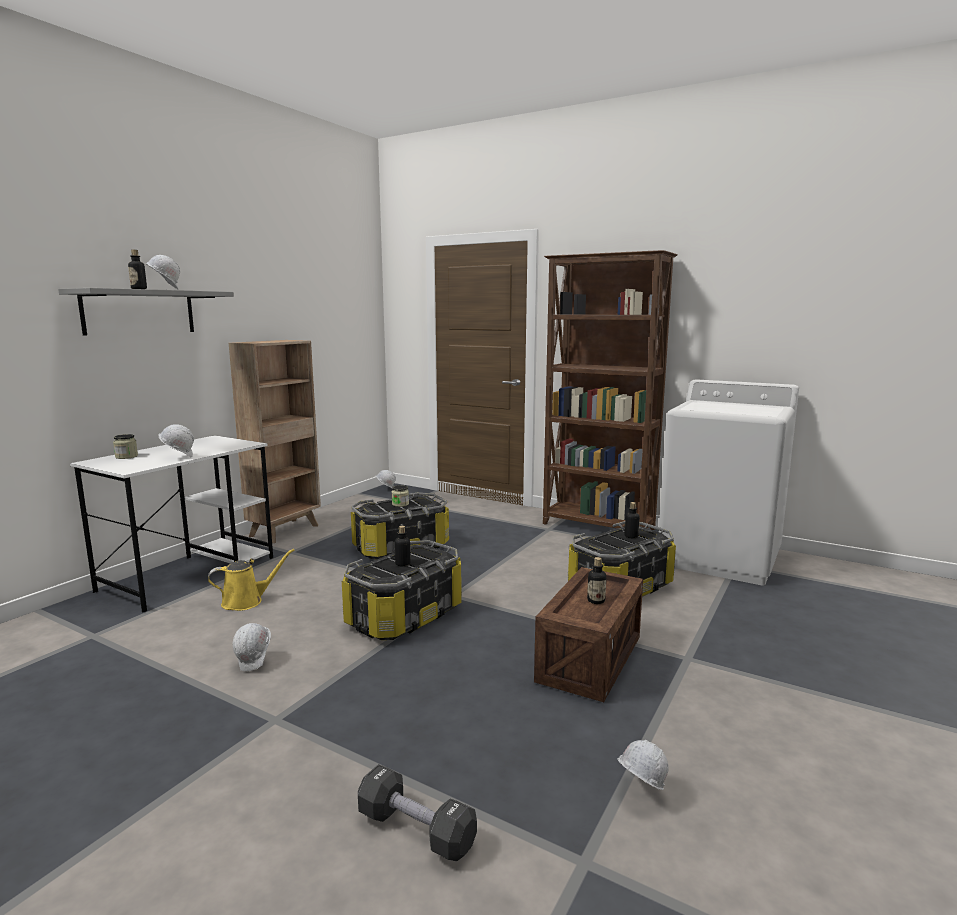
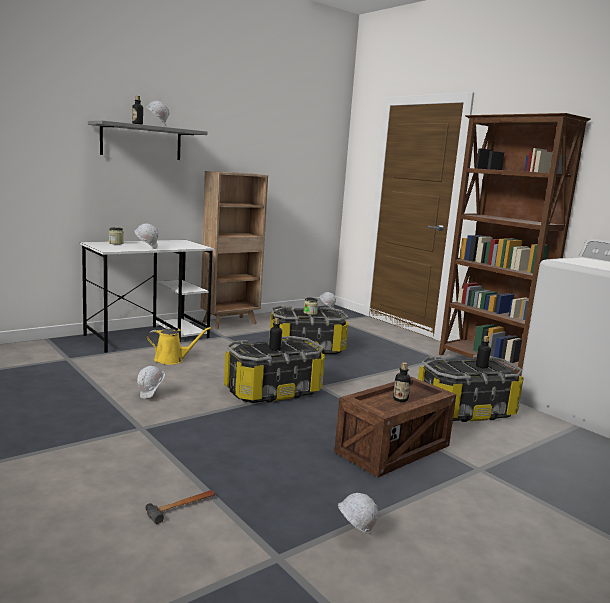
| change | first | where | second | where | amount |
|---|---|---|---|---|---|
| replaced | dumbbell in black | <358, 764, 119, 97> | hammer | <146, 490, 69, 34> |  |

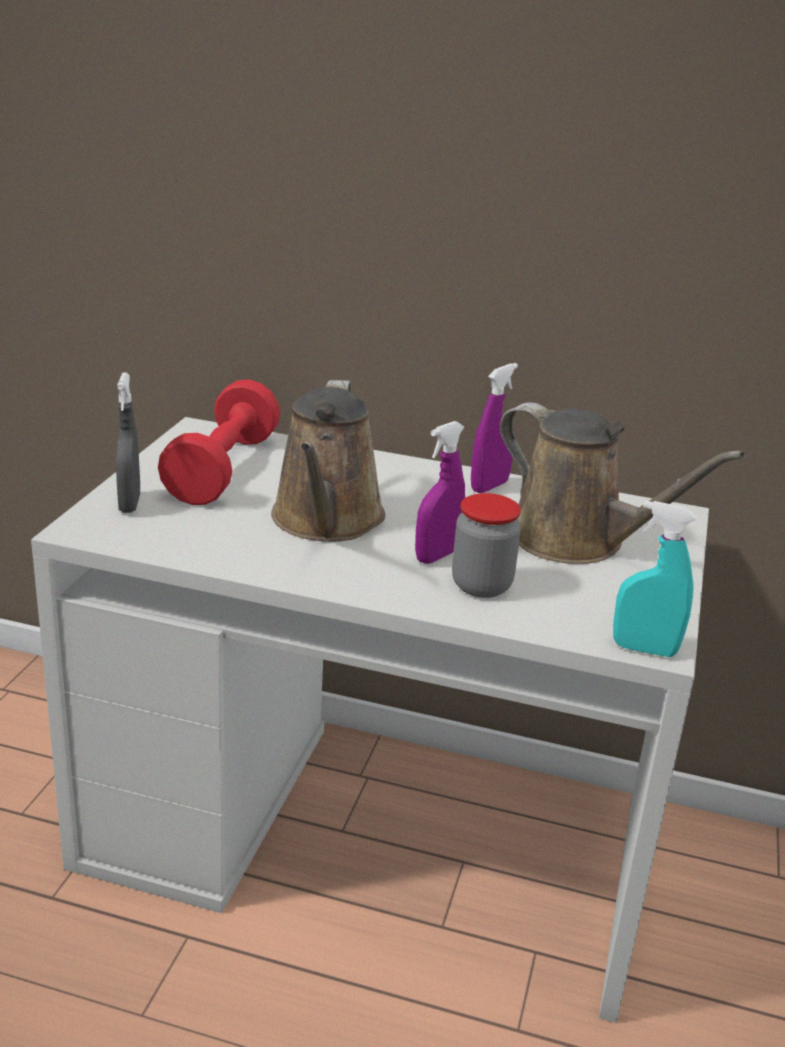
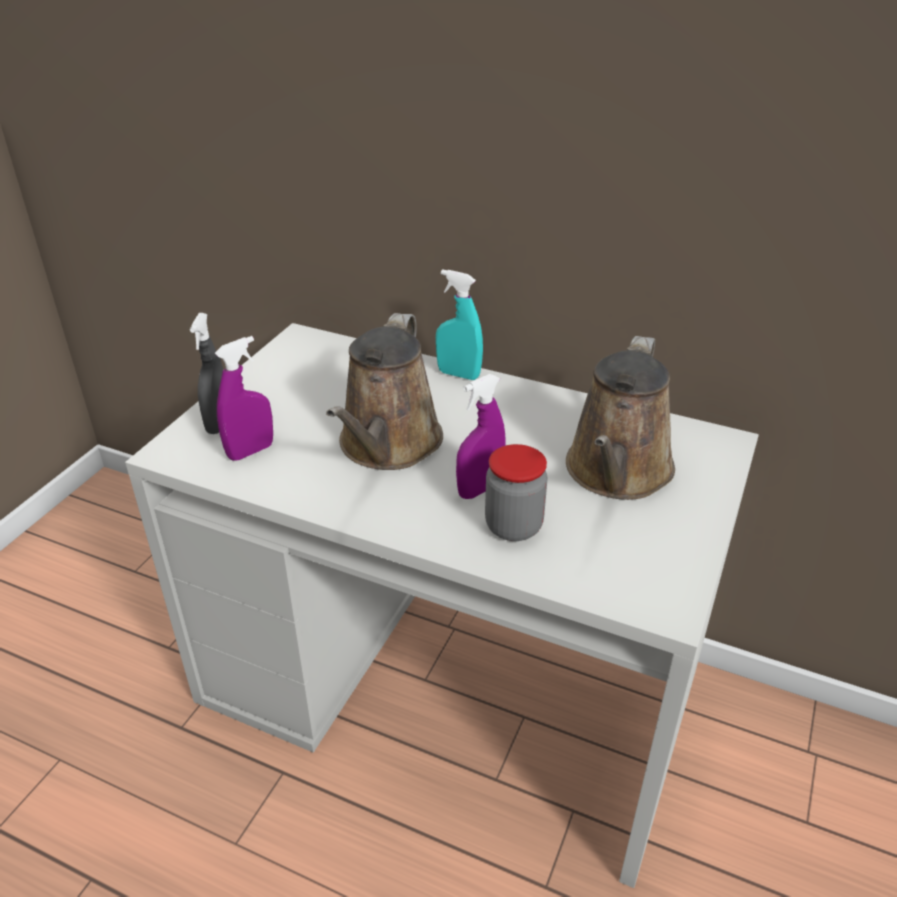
| change | first | where | second | where | amount |
|---|---|---|---|---|---|
| moved | spray bottle in purple | <471, 363, 47, 130> |  | <215, 336, 58, 125> |  |
| moved | spray bottle in turquoise | <613, 501, 83, 156> |  | <436, 269, 47, 111> |  |
| turned | watering can in brown | <500, 402, 245, 162> |  | <566, 336, 109, 164> | 60 degrees clockwise |
| removed | dumbbell in red | <158, 379, 122, 126> |  |  |  |

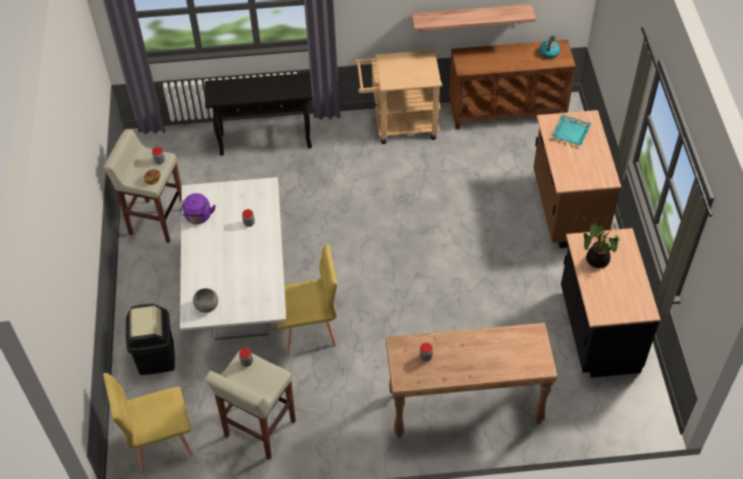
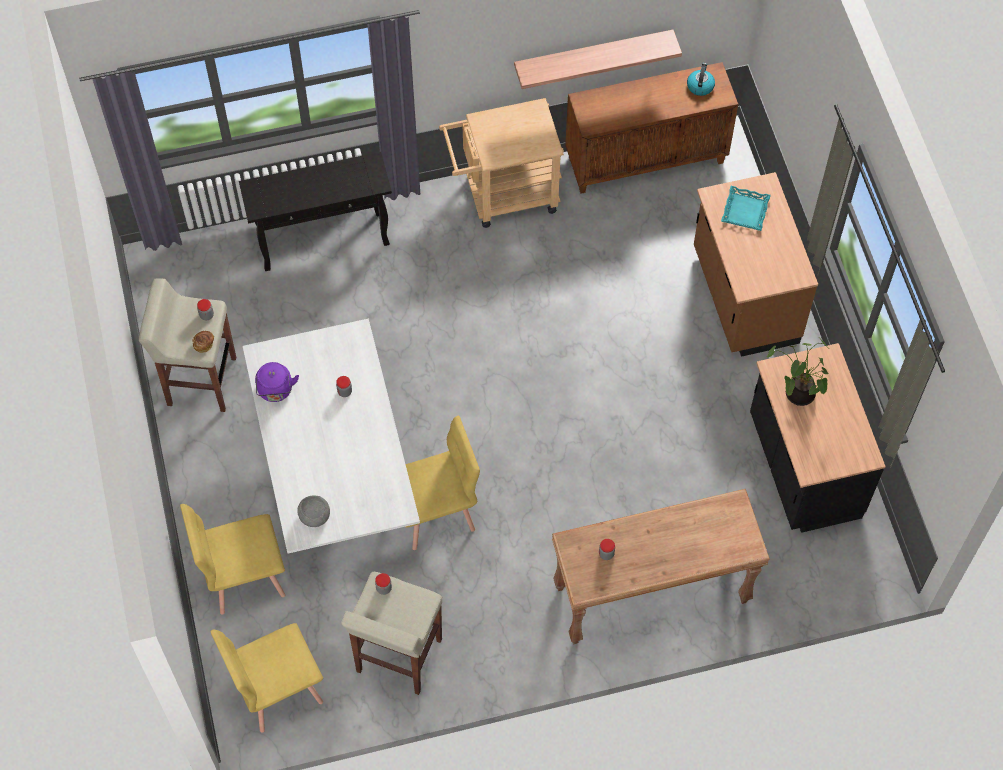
| change | first | where | second | where | amount |
|---|---|---|---|---|---|
| replaced | trash can in black | <126, 304, 49, 71> | chair in yellow | <180, 504, 105, 111> |  |

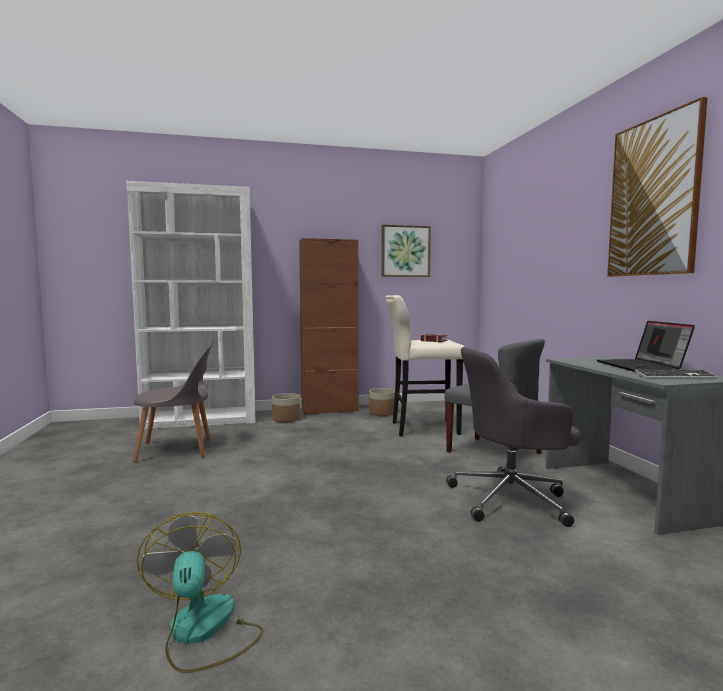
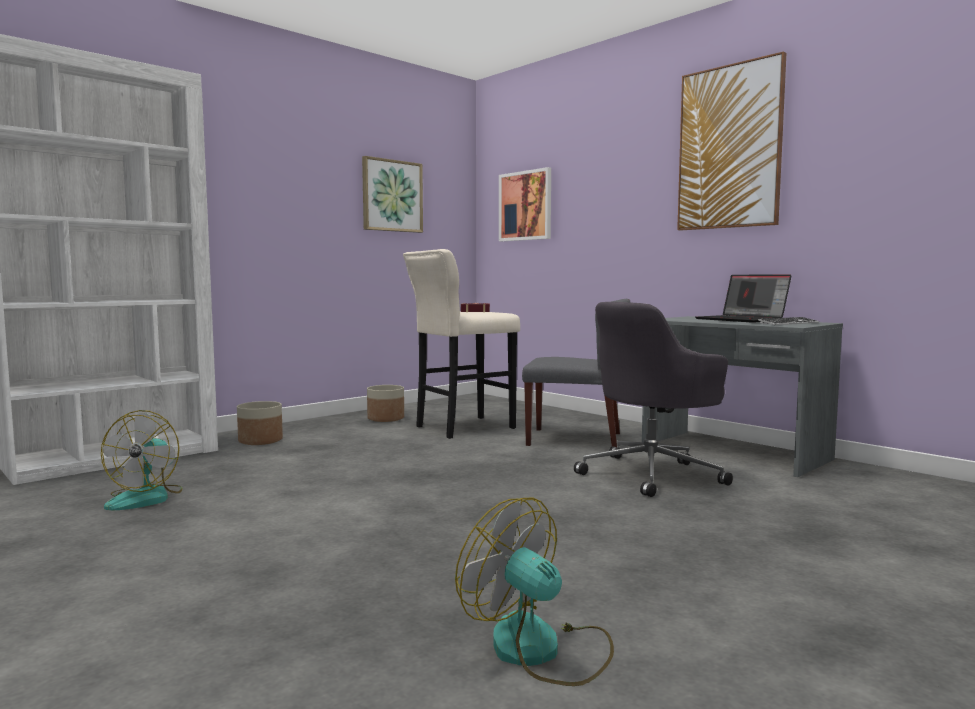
| change | first | where | second | where | amount |
|---|---|---|---|---|---|
| replaced | chair in grey | <133, 341, 82, 122> | fan | <101, 410, 81, 100> |  |
| added |  |  | picture | <499, 167, 52, 74> |  |
| removed | cabinet in brown | <299, 238, 59, 177> |  |  |  |

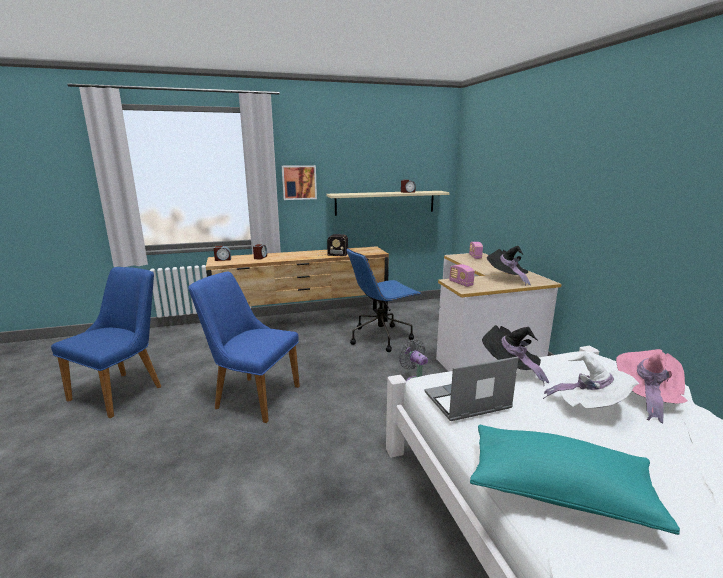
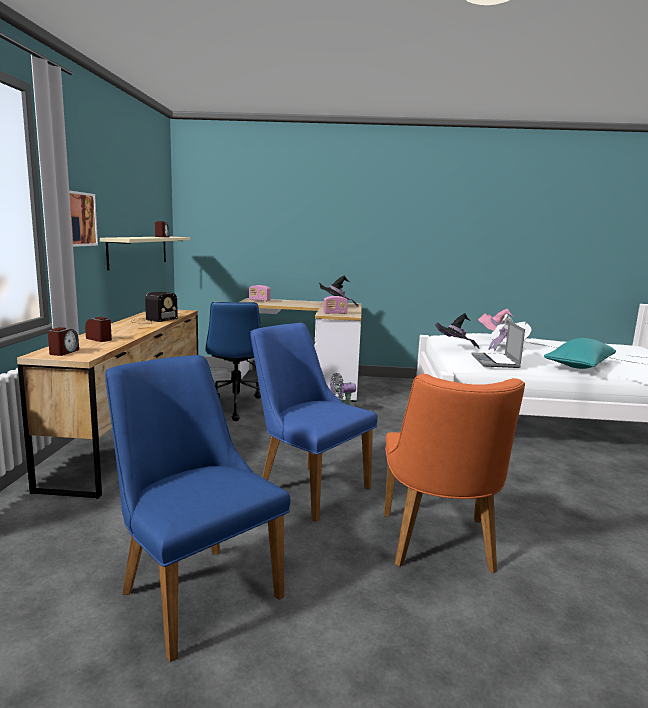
| change | first | where | second | where | amount |
|---|---|---|---|---|---|
| turned | chair in blue | <188, 272, 112, 151> |  | <250, 323, 128, 199> | 90 degrees clockwise |
| added |  |  | chair in orange | <384, 374, 141, 199> |  |

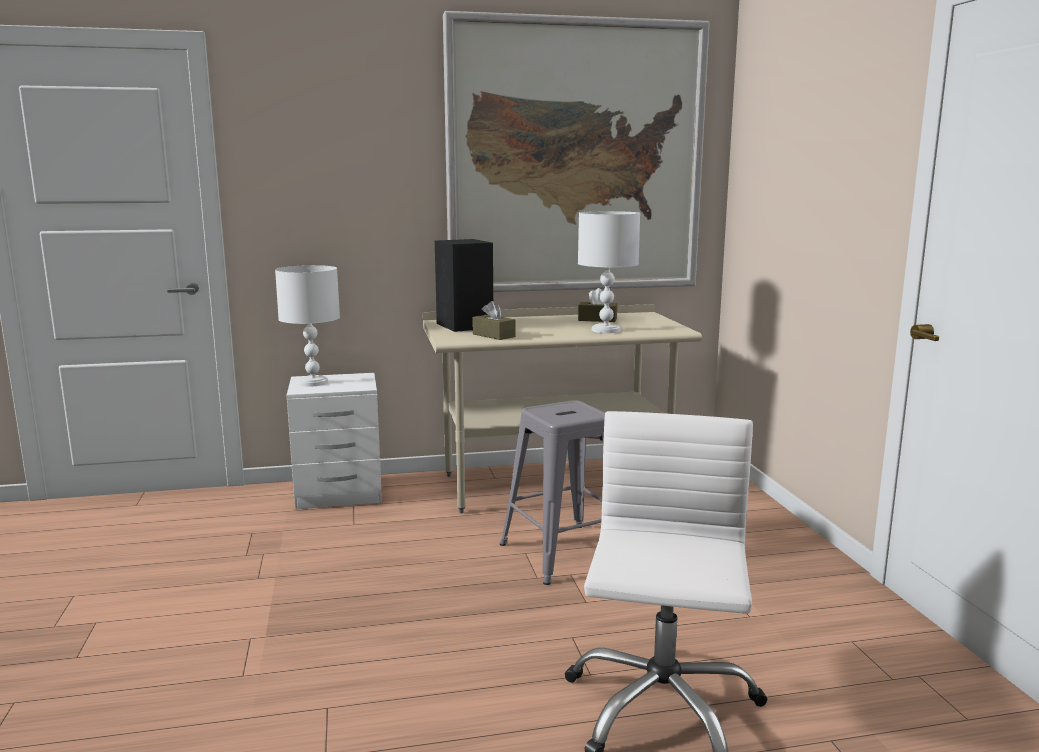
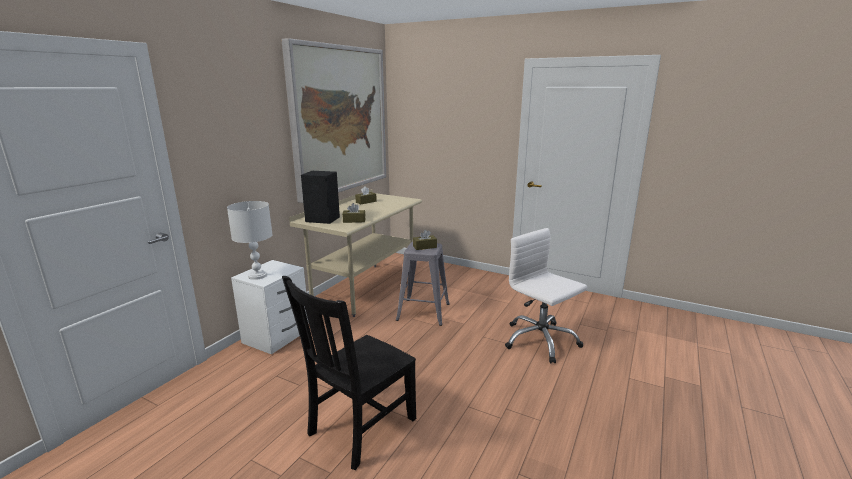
| change | first | where | second | where | amount |
|---|---|---|---|---|---|
| added |  |  | chair in black | <282, 276, 134, 194> |  |
| added |  |  | tissue box in brown | <413, 230, 24, 20> |  |
| removed | table lamp in white | <578, 211, 62, 122> |  |  |  |

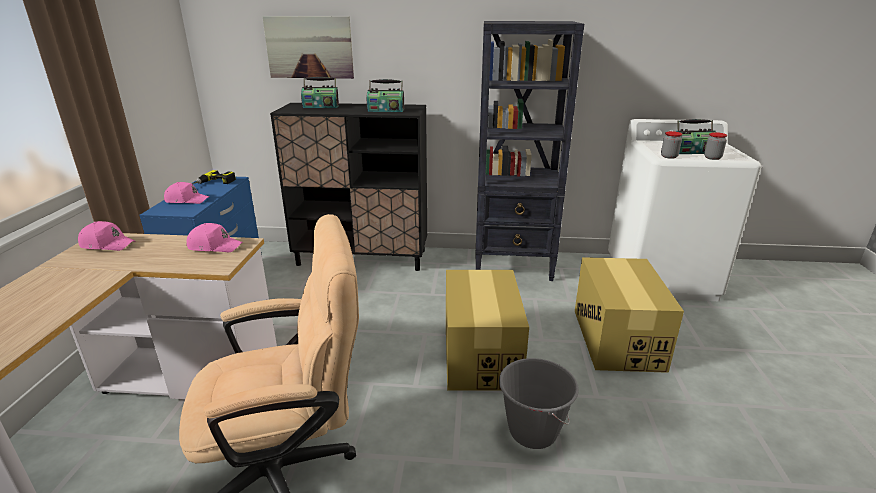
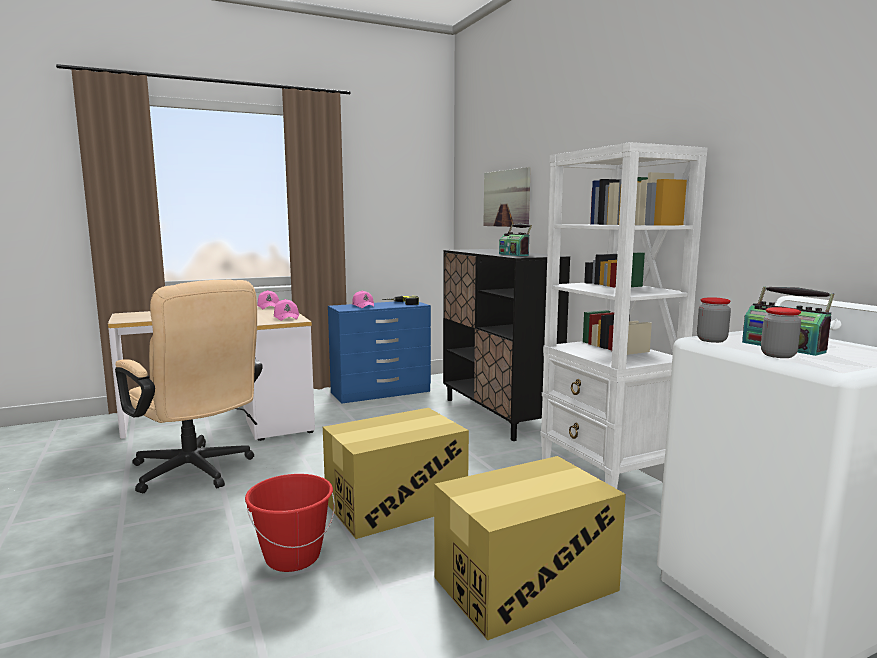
| change | first | where | second | where | amount |
|---|---|---|---|---|---|
| recoloured | bucket in grey | <499, 358, 80, 91> | bucket in red | <245, 474, 90, 98> |  |
| recoloured | bookcase in black | <475, 21, 109, 260> | bookcase in white | <540, 142, 167, 347> |  |
| removed | radio | <301, 77, 38, 31> |  |  |  |

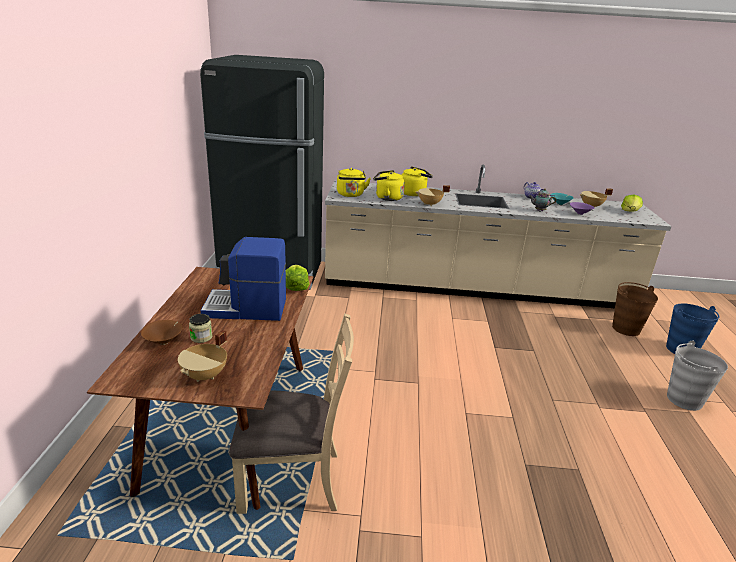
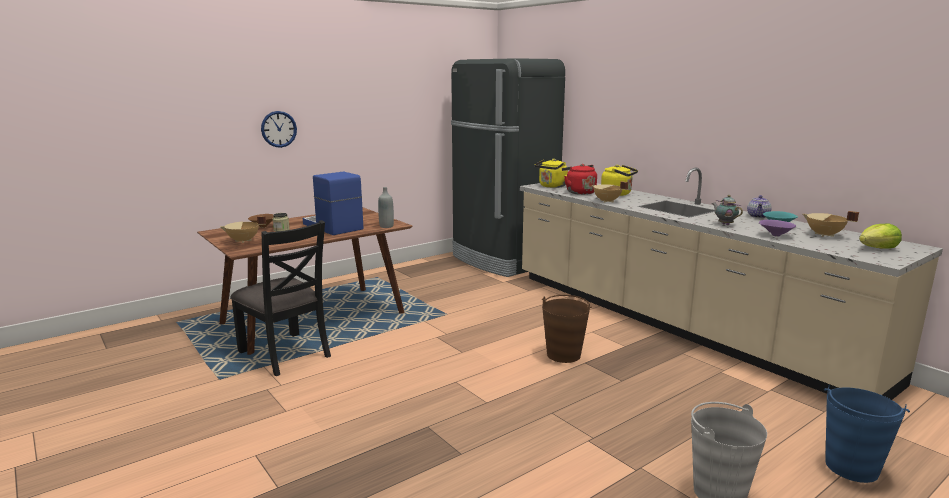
| change | first | where | second | where | amount |
|---|---|---|---|---|---|
| recoloured | chair in beige | <229, 313, 125, 201> | chair in black | <230, 220, 101, 156> |  |
| added |  |  | wall clock | <261, 111, 36, 37> |  |
| replaced | lettuce | <286, 265, 23, 26> | bottle in grey | <378, 187, 16, 41> |  |
| moved | bucket in brown | <612, 282, 46, 54> |  | <542, 295, 50, 68> |  |
| recoloured | kettle in yellow | <373, 170, 32, 31> | kettle in red | <562, 164, 35, 31> |  |

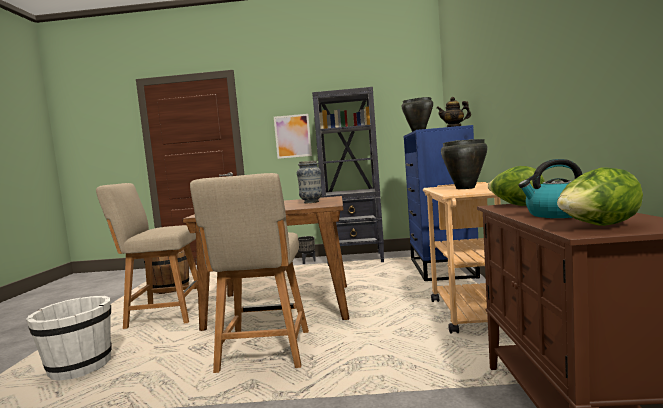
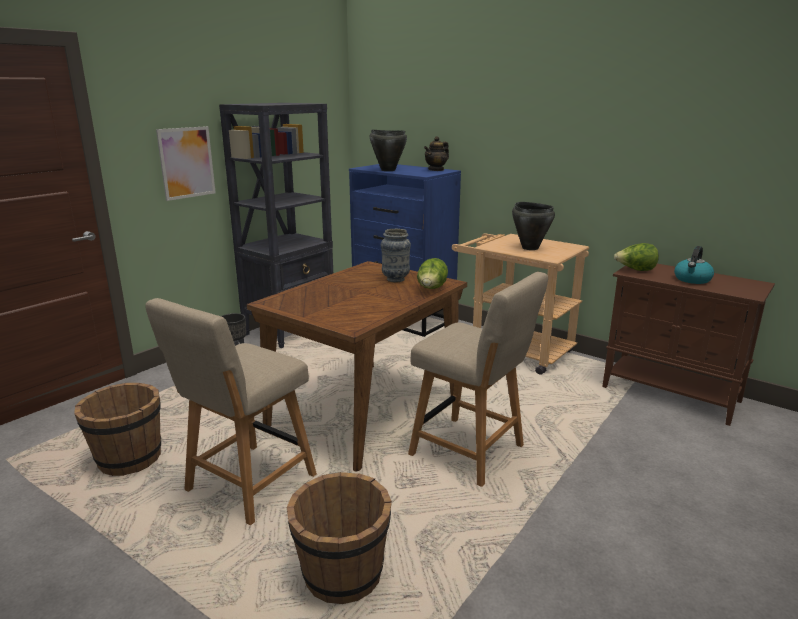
| change | first | where | second | where | amount |
|---|---|---|---|---|---|
| recoloured | bucket in white | <26, 296, 86, 84> | bucket in brown | <287, 472, 105, 132> |  |
| moved | lettuce | <557, 167, 86, 59> |  | <417, 258, 31, 31> |  |

